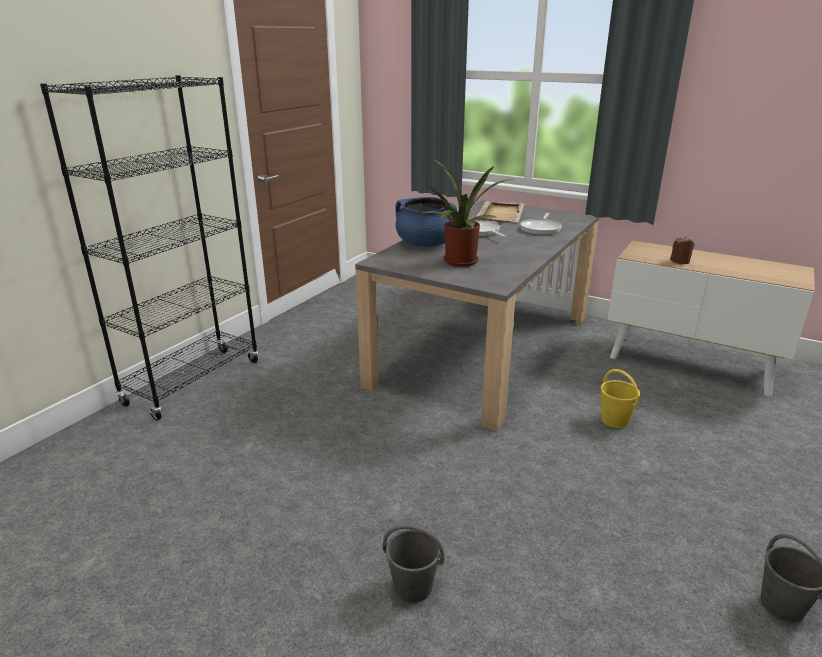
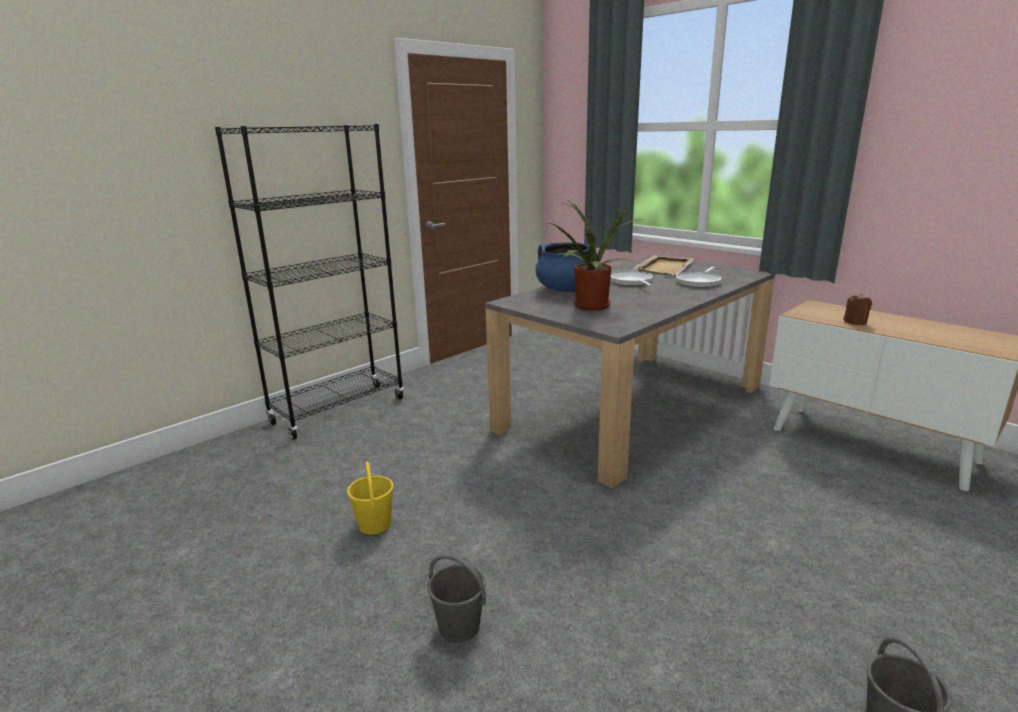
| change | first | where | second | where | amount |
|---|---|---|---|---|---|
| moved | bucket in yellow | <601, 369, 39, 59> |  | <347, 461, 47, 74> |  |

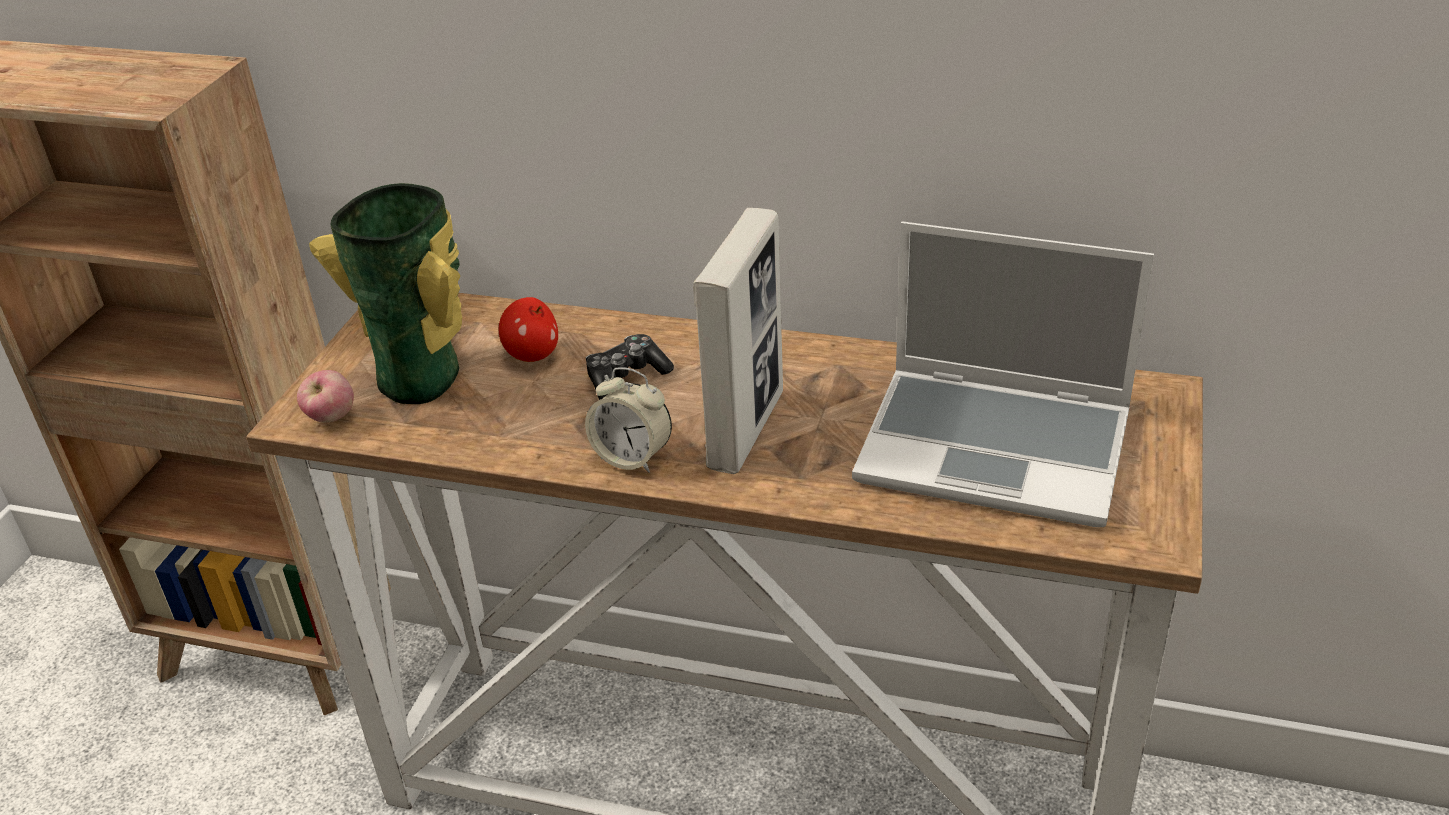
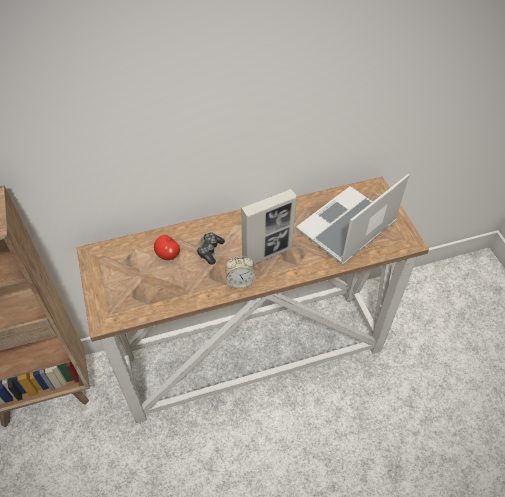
| change | first | where | second | where | amount |
|---|---|---|---|---|---|
| turned | picture frame | <693, 208, 90, 266> |  | <241, 189, 56, 76> | 75 degrees clockwise |
| turned | laptop | <852, 222, 302, 305> |  | <296, 174, 113, 91> | 150 degrees clockwise |
| removed | apple | <297, 370, 57, 53> |  |  |  |
| removed | vase | <309, 183, 153, 221> |  |  |  |

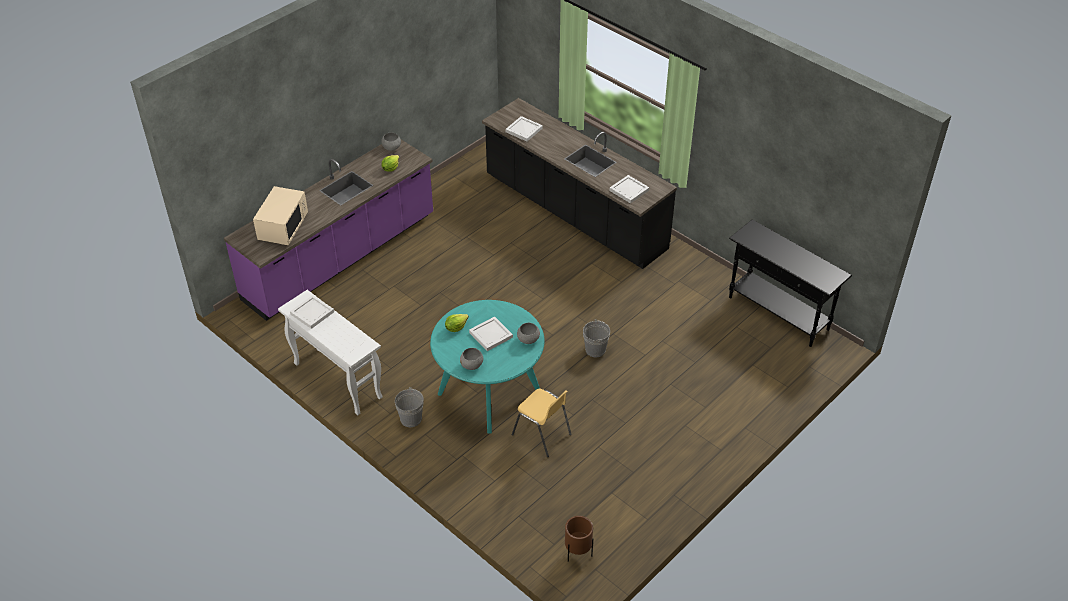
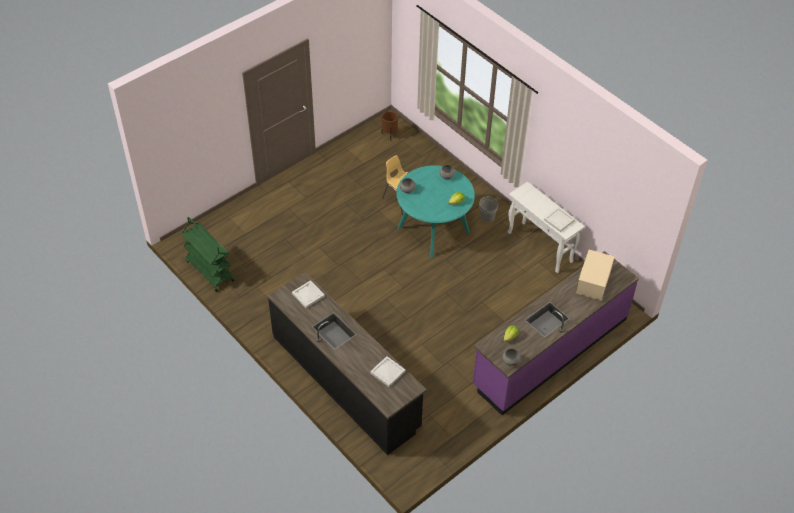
| change | first | where | second | where | amount |
|---|---|---|---|---|---|
| replaced | console table in black | <729, 220, 123, 127> | cart in green | <181, 217, 53, 75> |  |
| removed | tray in white | <469, 316, 44, 35> |  |  |  |
| removed | bucket in grey | <583, 319, 27, 38> |  |  |  |

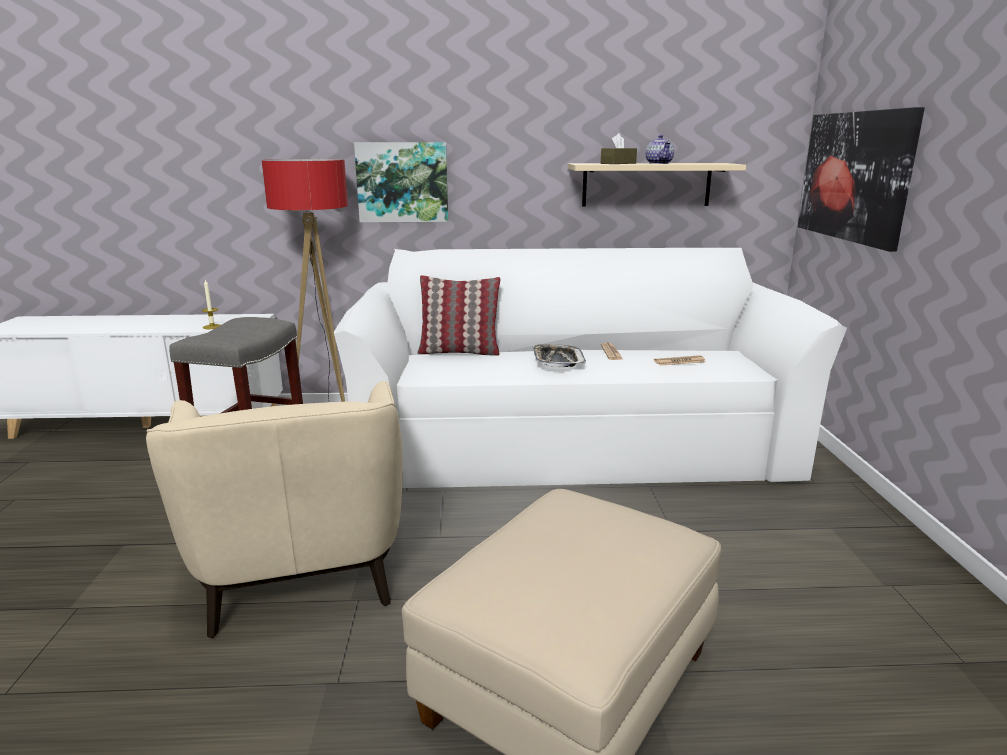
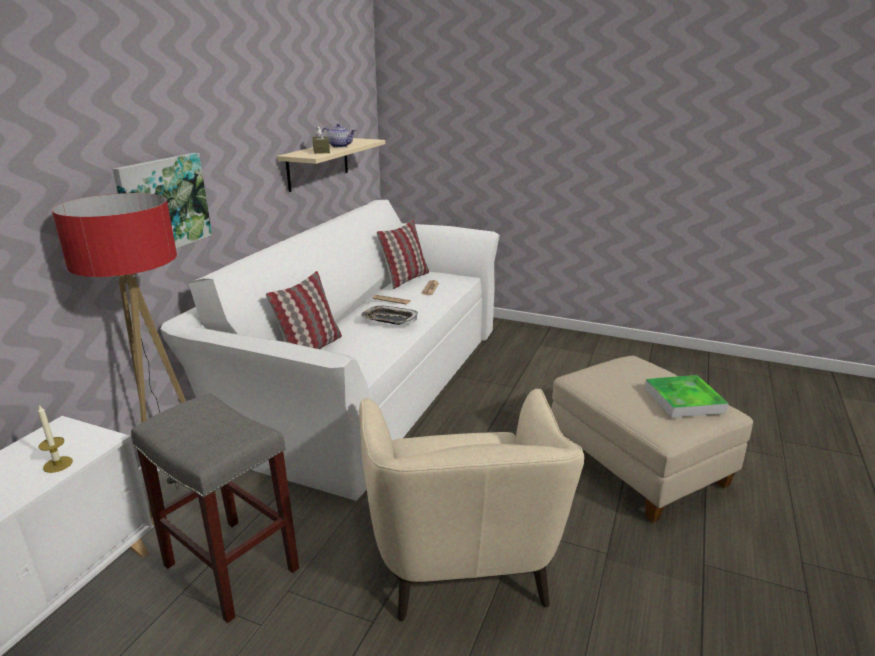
| change | first | where | second | where | amount |
|---|---|---|---|---|---|
| turned | armchair in beige | <146, 381, 257, 257> |  | <359, 389, 225, 232> | 75 degrees clockwise |
| added |  |  | pillow | <376, 220, 53, 69> |  |
| added |  |  | tray | <645, 375, 83, 43> |  |
| removed | picture | <798, 107, 127, 145> |  |  |  |

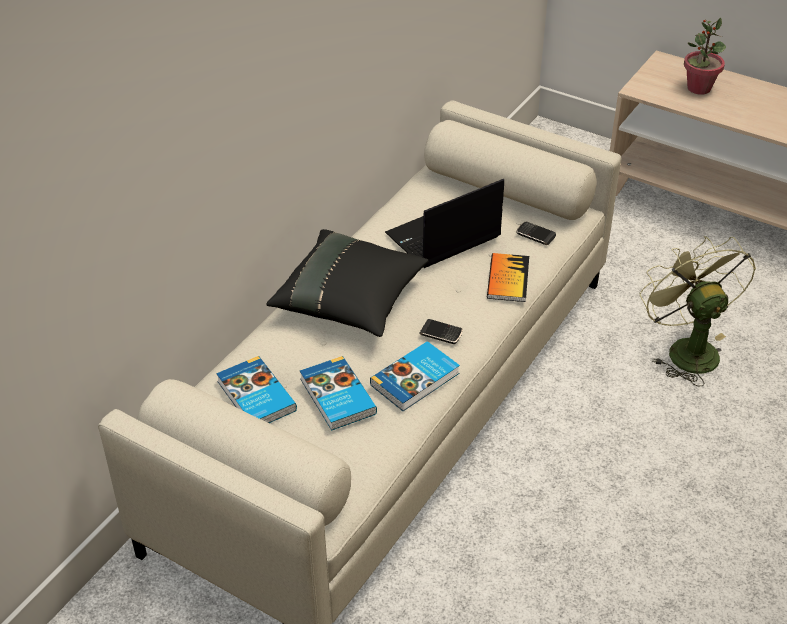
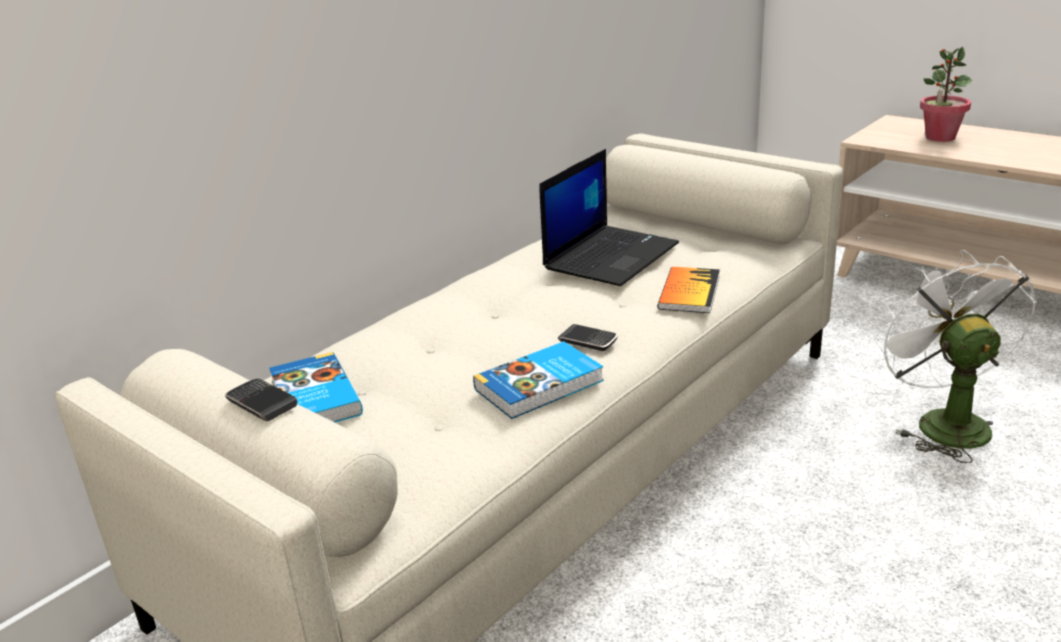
| change | first | where | second | where | amount |
|---|---|---|---|---|---|
| moved | phone | <516, 222, 40, 23> |  | <225, 379, 72, 42> |  |
| turned | laptop | <385, 179, 119, 89> |  | <540, 149, 139, 137> | 150 degrees clockwise |
| recoloured | fan in green | <640, 236, 116, 151> | fan in white | <874, 250, 163, 213> |  |
| removed | pillow in black | <266, 229, 162, 108> |  |  |  |
| removed | book | <300, 356, 77, 75> |  |  |  |

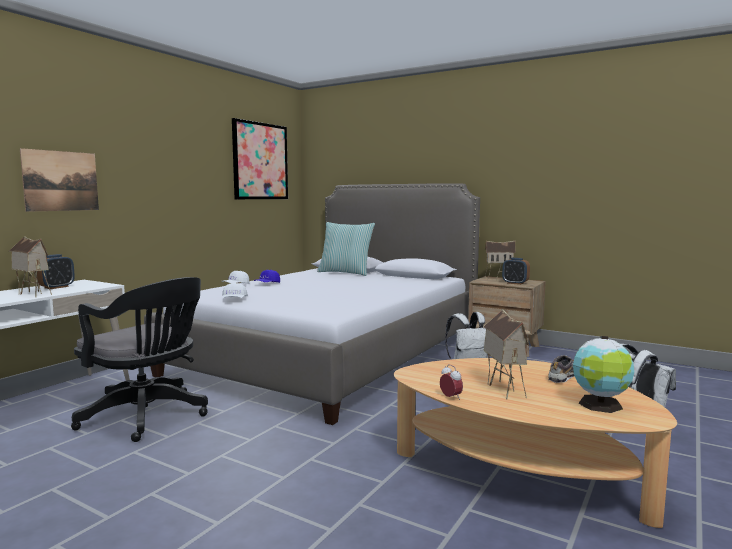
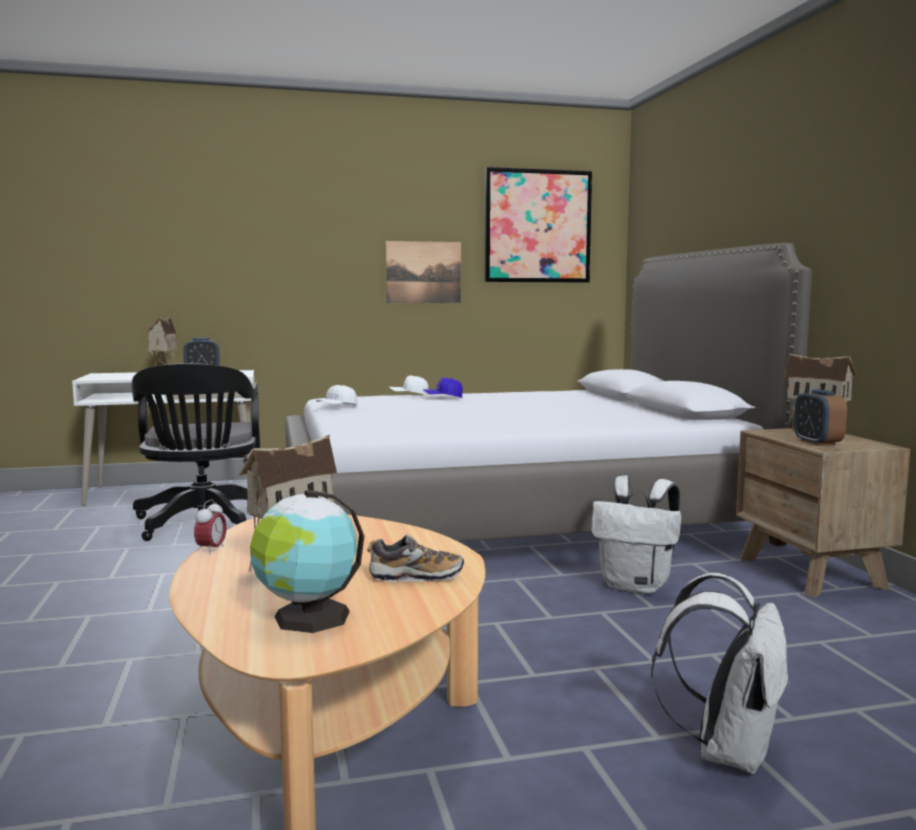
| change | first | where | second | where | amount |
|---|---|---|---|---|---|
| moved | picture | <20, 148, 79, 64> |  | <386, 241, 75, 62> |  |
| removed | pillow | <317, 222, 58, 54> |  |  |  |

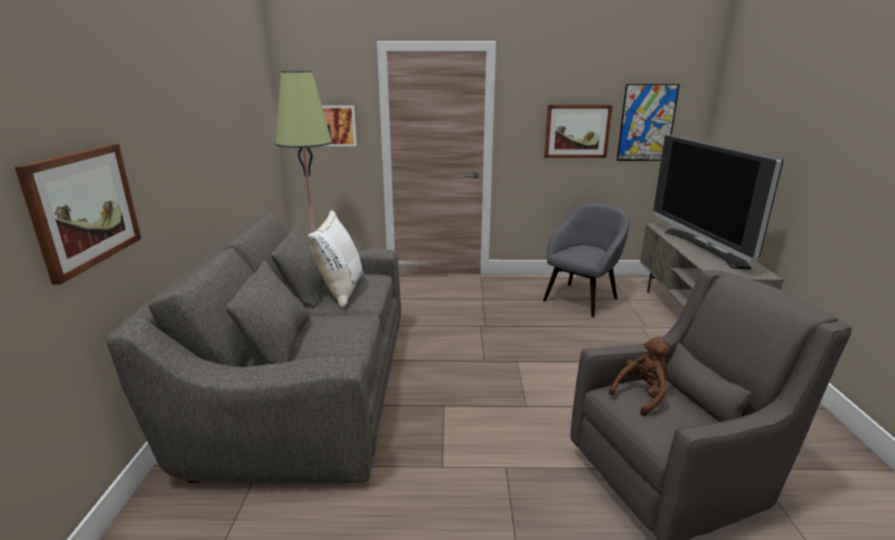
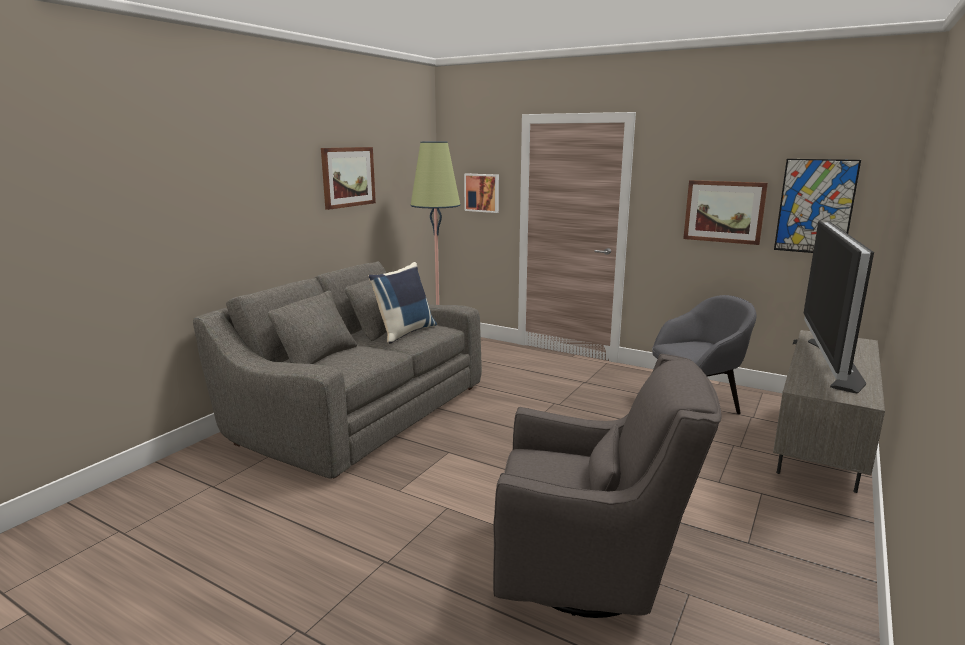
| change | first | where | second | where | amount |
|---|---|---|---|---|---|
| moved | picture | <15, 144, 126, 141> |  | <321, 147, 55, 63> |  |
| recoloured | pillow in white | <308, 210, 55, 98> | pillow in blue | <368, 262, 69, 82> |  |
| removed | plush toy in brown | <609, 336, 62, 80> |  |  |  |

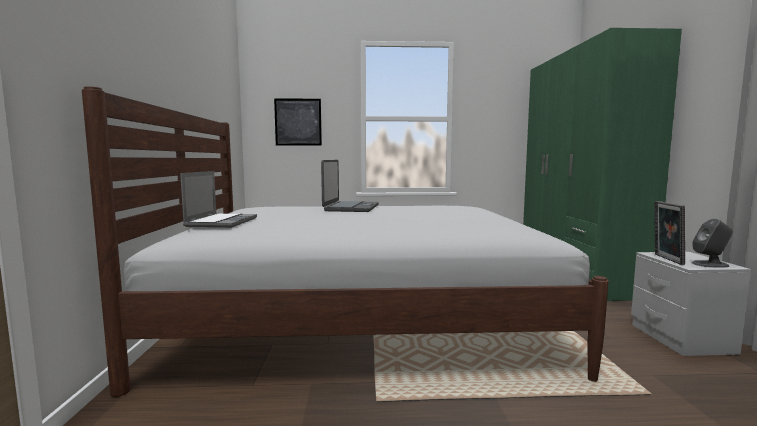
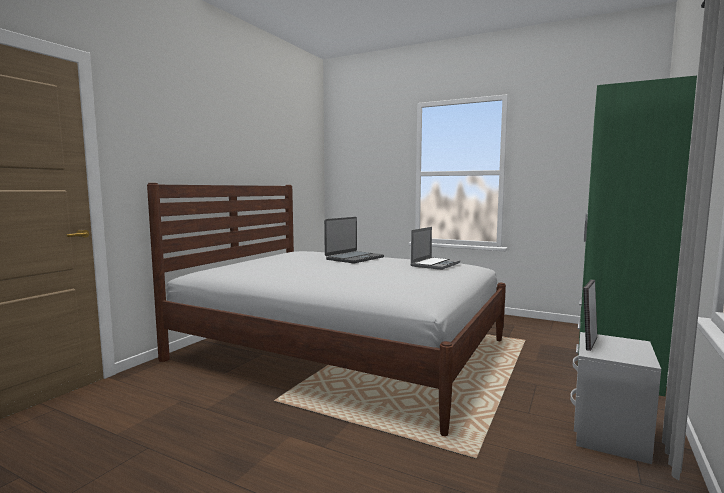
| change | first | where | second | where | amount |
|---|---|---|---|---|---|
| moved | laptop | <180, 171, 77, 57> |  | <410, 227, 50, 43> |  |
| removed | picture | <274, 98, 48, 48> |  |  |  |
| removed | speaker in grey | <692, 219, 41, 49> |  |  |  |

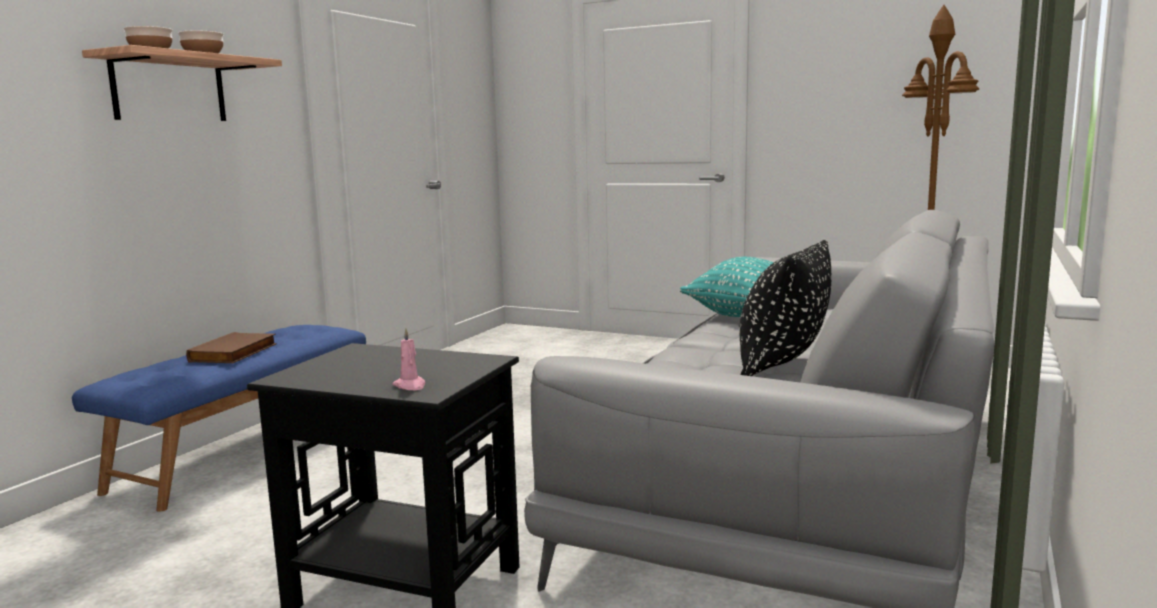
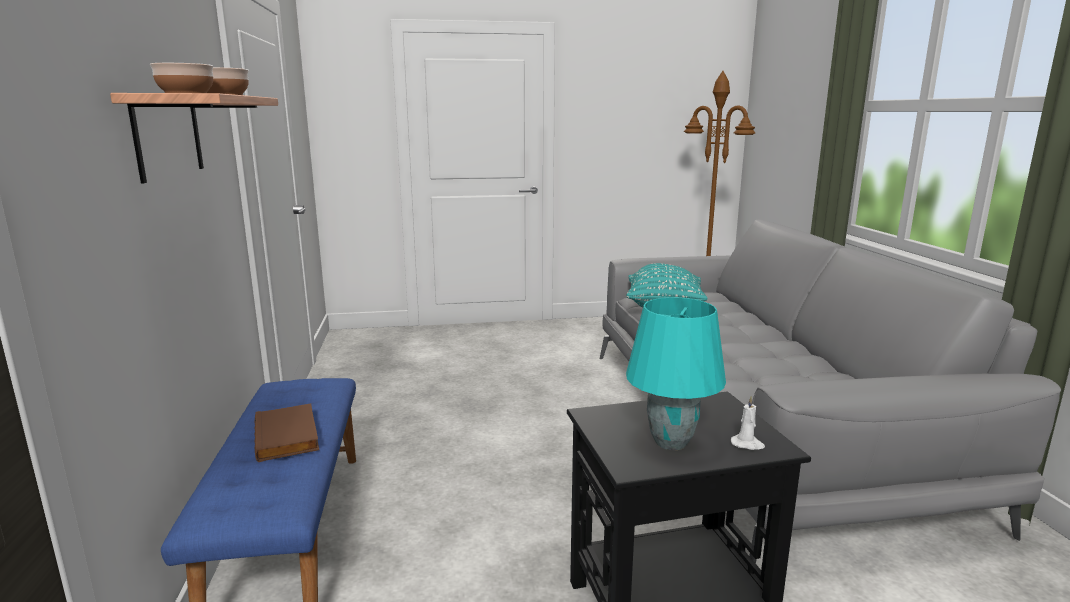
| change | first | where | second | where | amount |
|---|---|---|---|---|---|
| added |  |  | table lamp in turquoise | <626, 297, 100, 153> |  |
| recoloured | candle in pink | <392, 328, 34, 62> | candle in white | <731, 396, 34, 54> |  |
| removed | pillow in black | <739, 240, 92, 136> |  |  |  |

